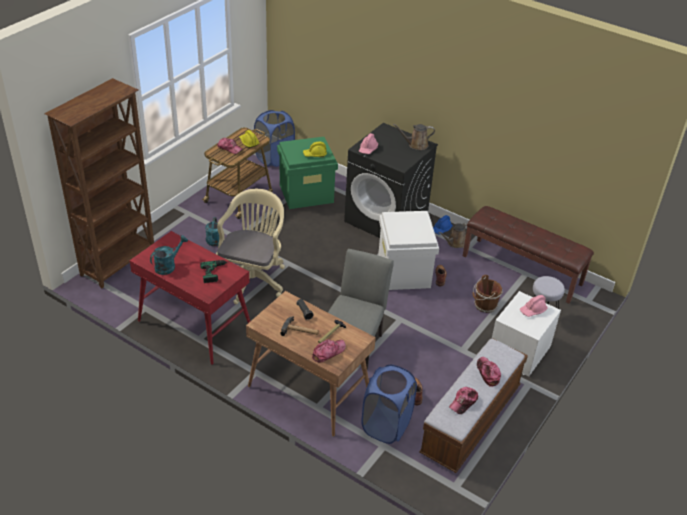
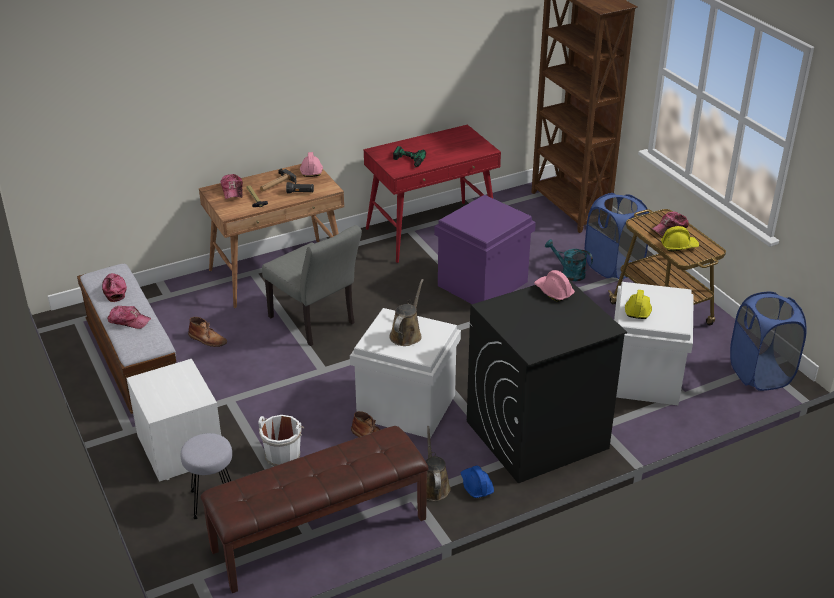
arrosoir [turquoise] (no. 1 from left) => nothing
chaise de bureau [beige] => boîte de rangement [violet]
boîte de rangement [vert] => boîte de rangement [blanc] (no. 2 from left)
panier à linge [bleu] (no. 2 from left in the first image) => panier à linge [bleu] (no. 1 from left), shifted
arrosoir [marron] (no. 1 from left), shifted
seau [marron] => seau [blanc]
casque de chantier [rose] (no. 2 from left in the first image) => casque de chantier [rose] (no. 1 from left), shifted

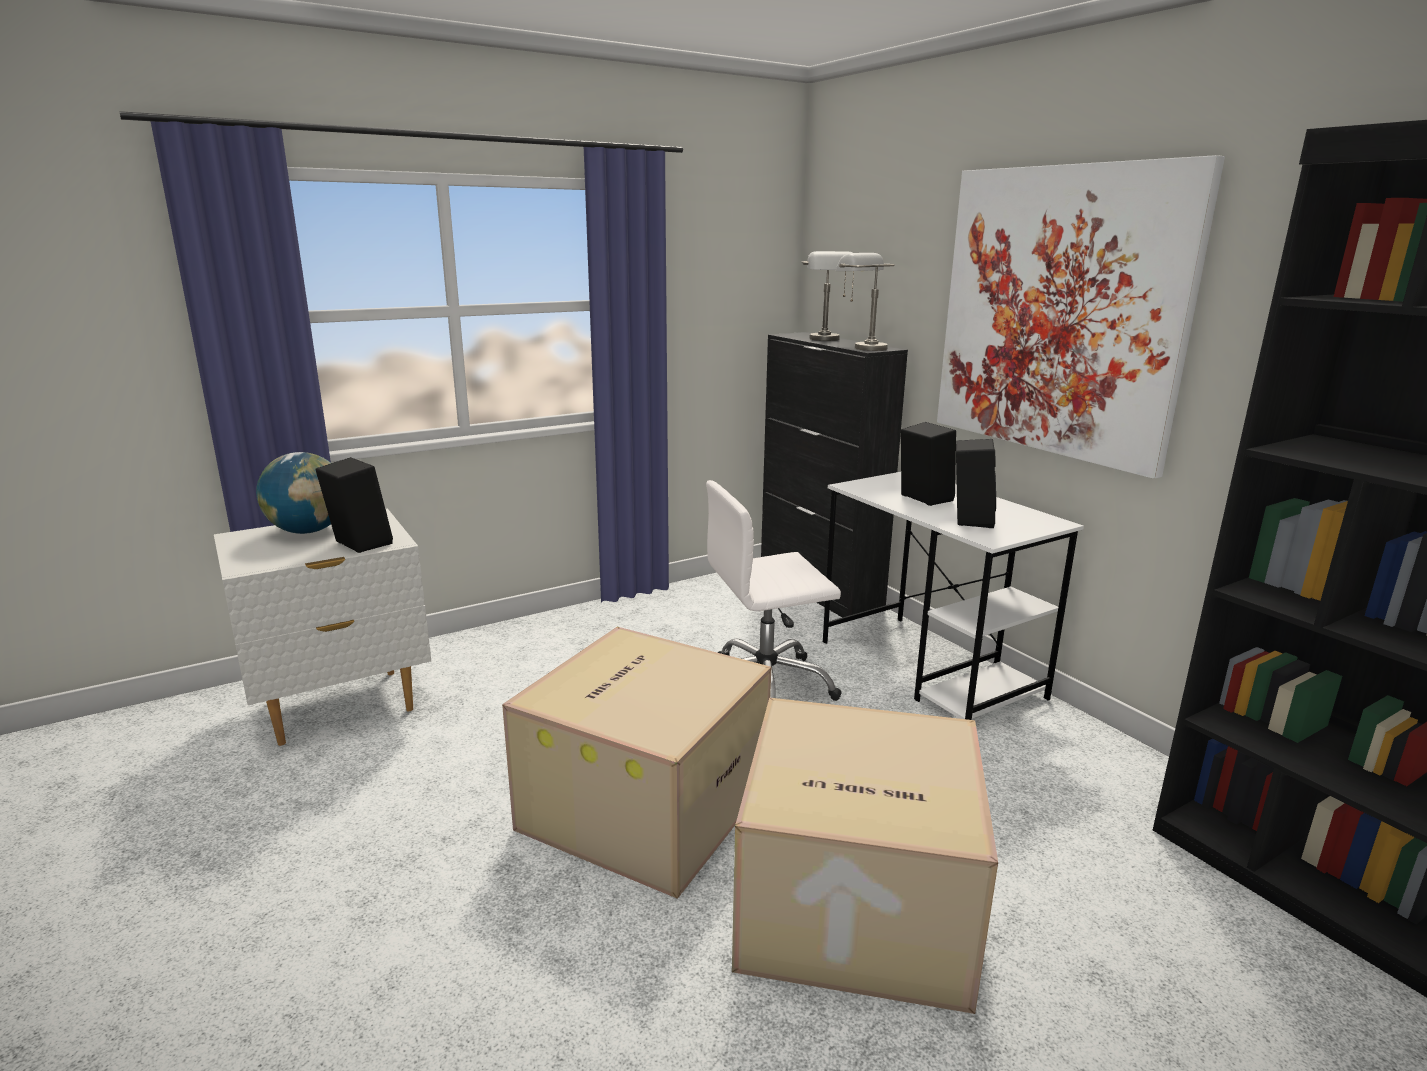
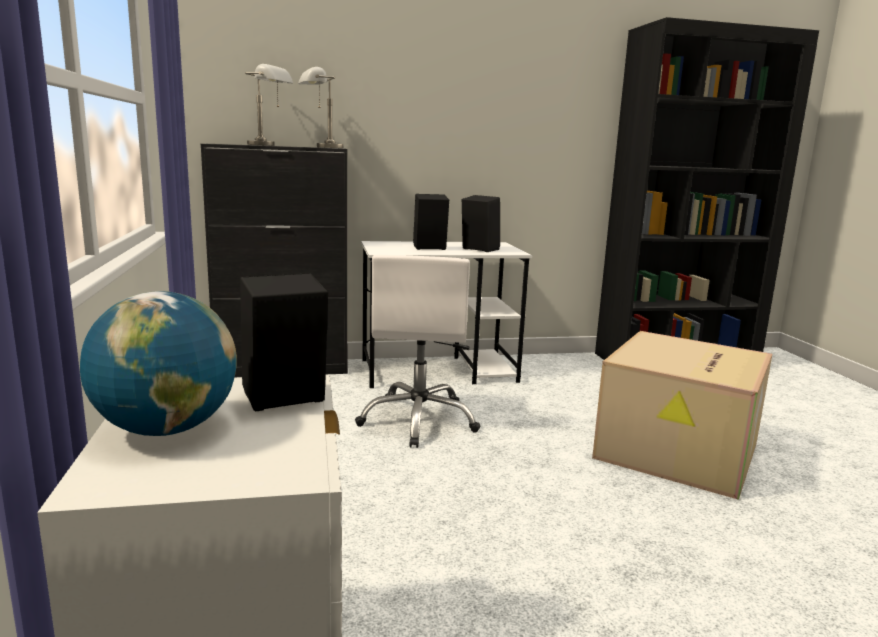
carton (no. 1 from left) => nothing
tableau => nothing

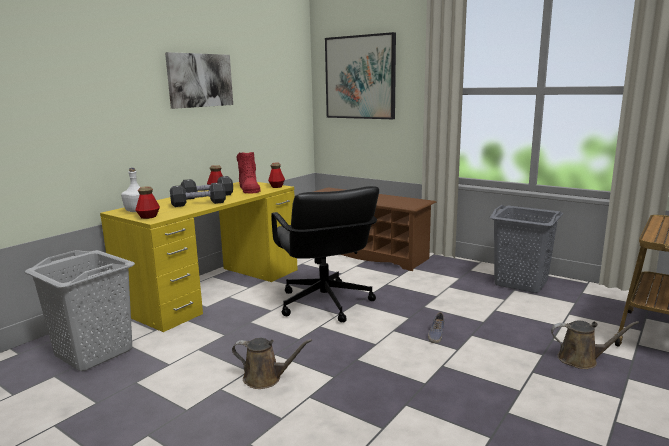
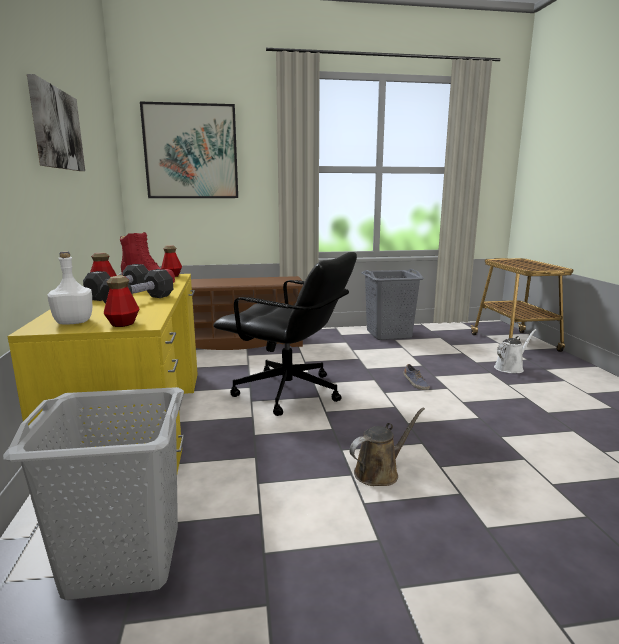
arrosoir [marron] (no. 2 from left) => arrosoir [blanc]

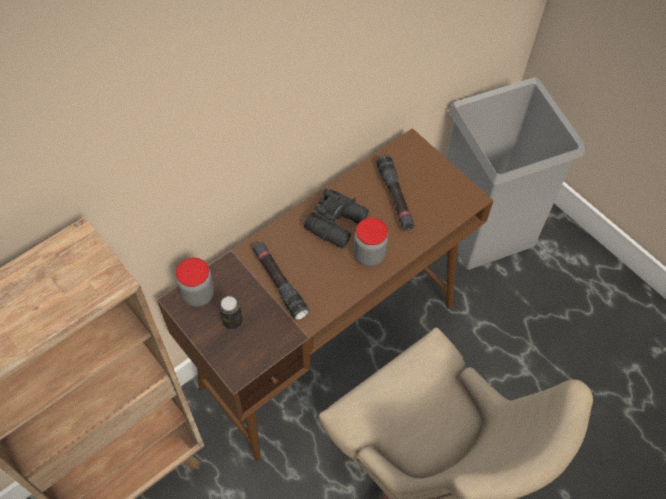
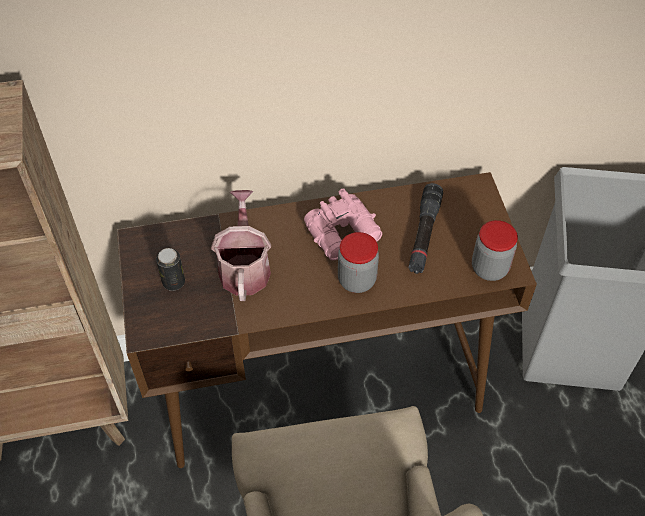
bocal (no. 1 from left in the first image) => bocal (no. 2 from left), shifted
lampe de poche [noir] (no. 1 from left) => arrosoir
jumelles [noir] => jumelles [rose]

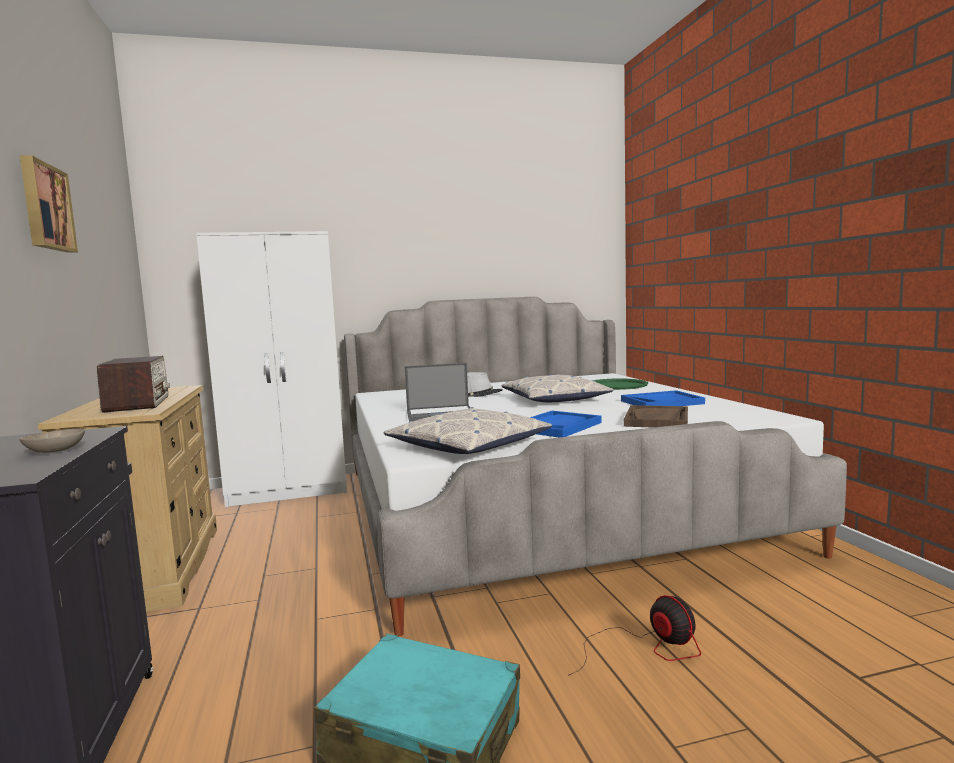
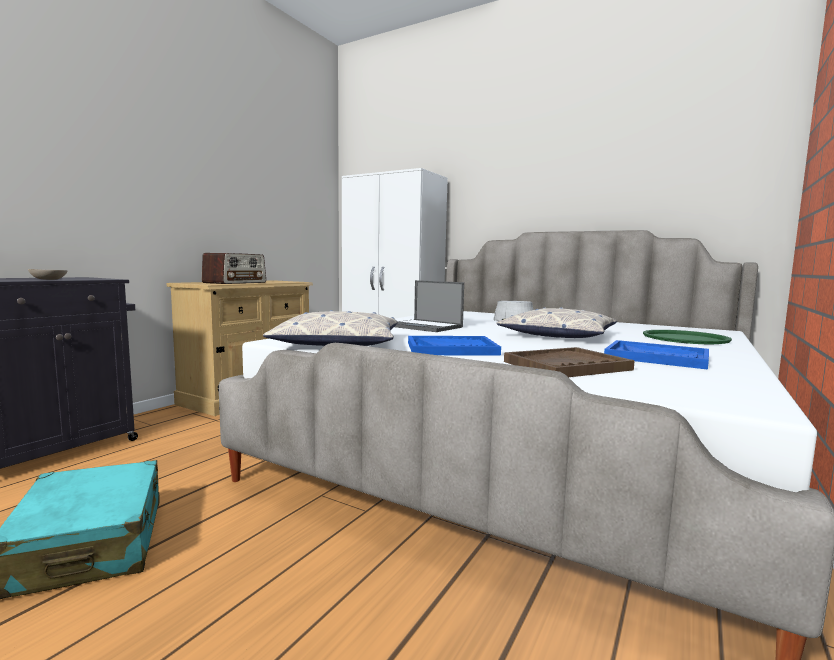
tableau => nothing
ventilateur => nothing

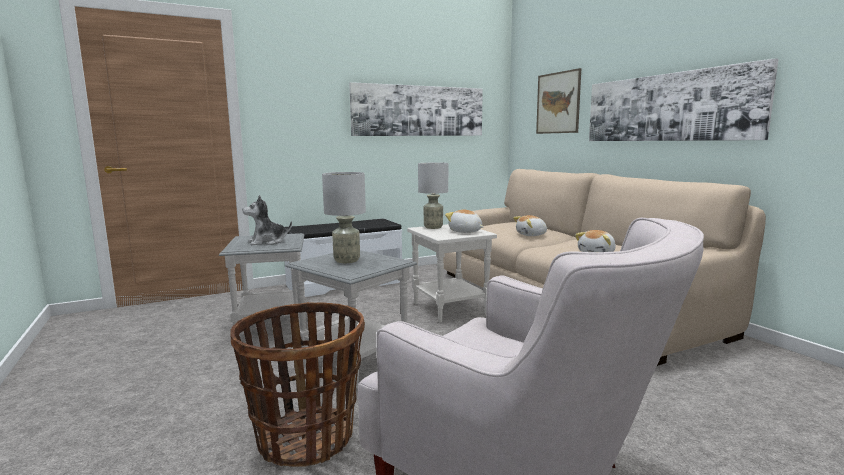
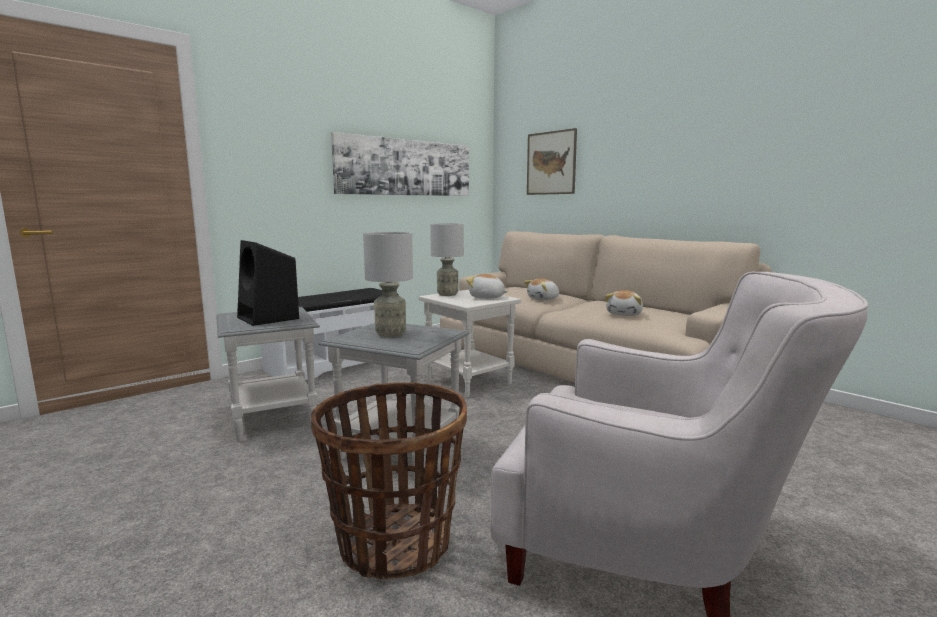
peluche (no. 1 from left) => enceinte [noir]
tableau (no. 3 from left) => nothing

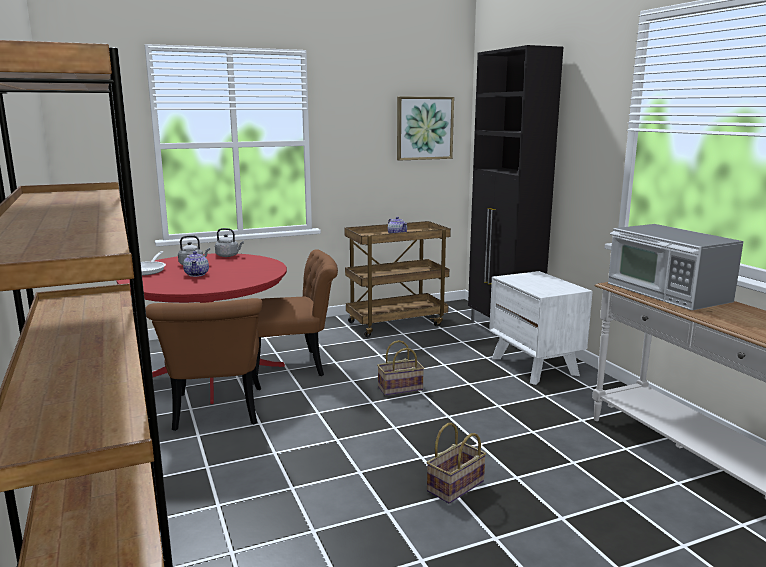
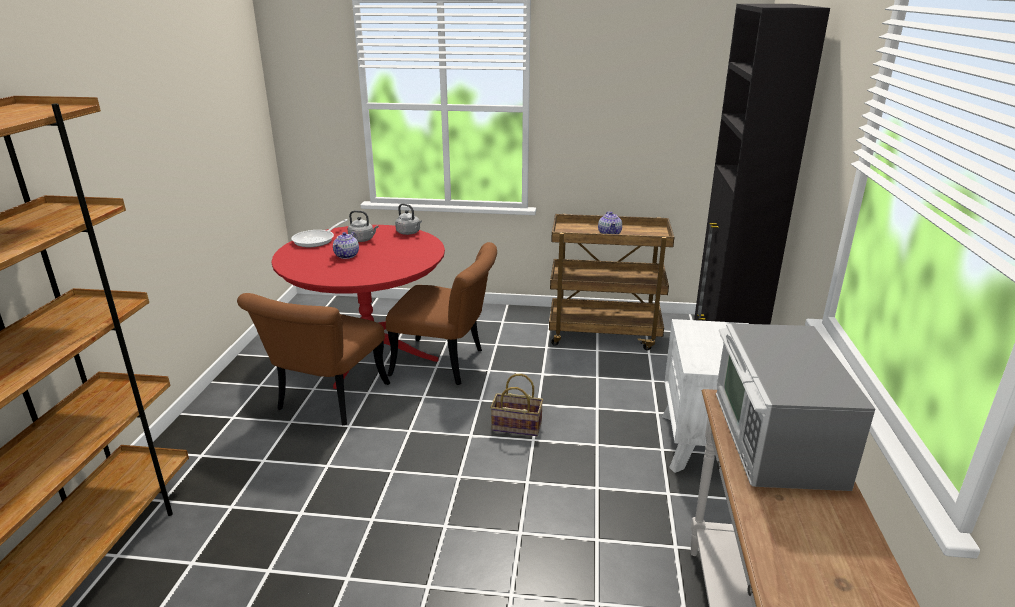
tableau => nothing
panier (no. 2 from left) => nothing

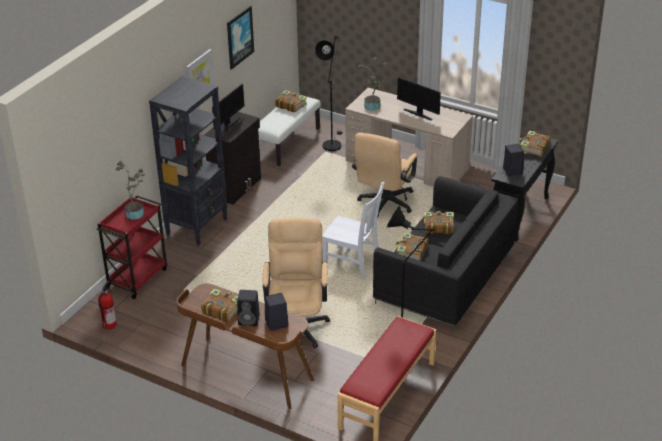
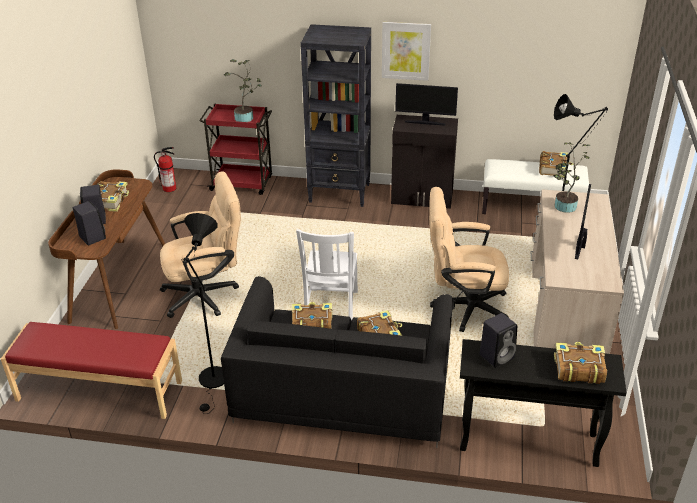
tableau (no. 2 from left) => nothing

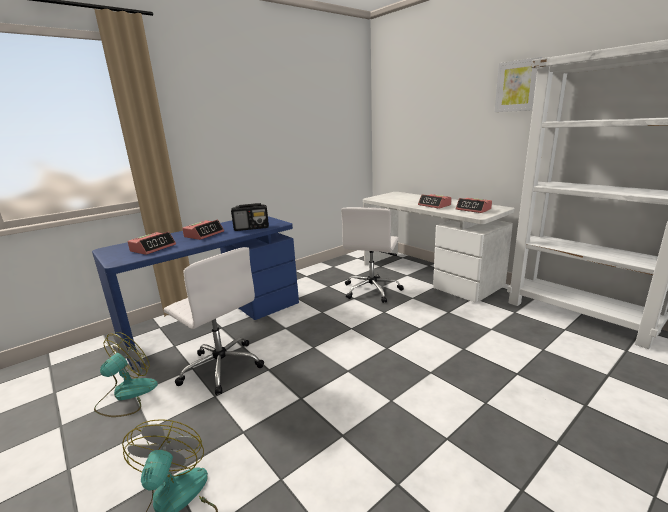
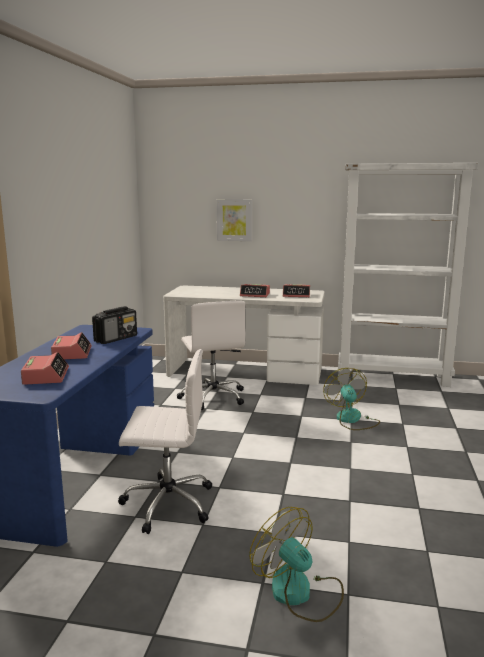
ventilateur (no. 1 from left in the first image) => ventilateur (no. 2 from left), shifted
tableau, shifted

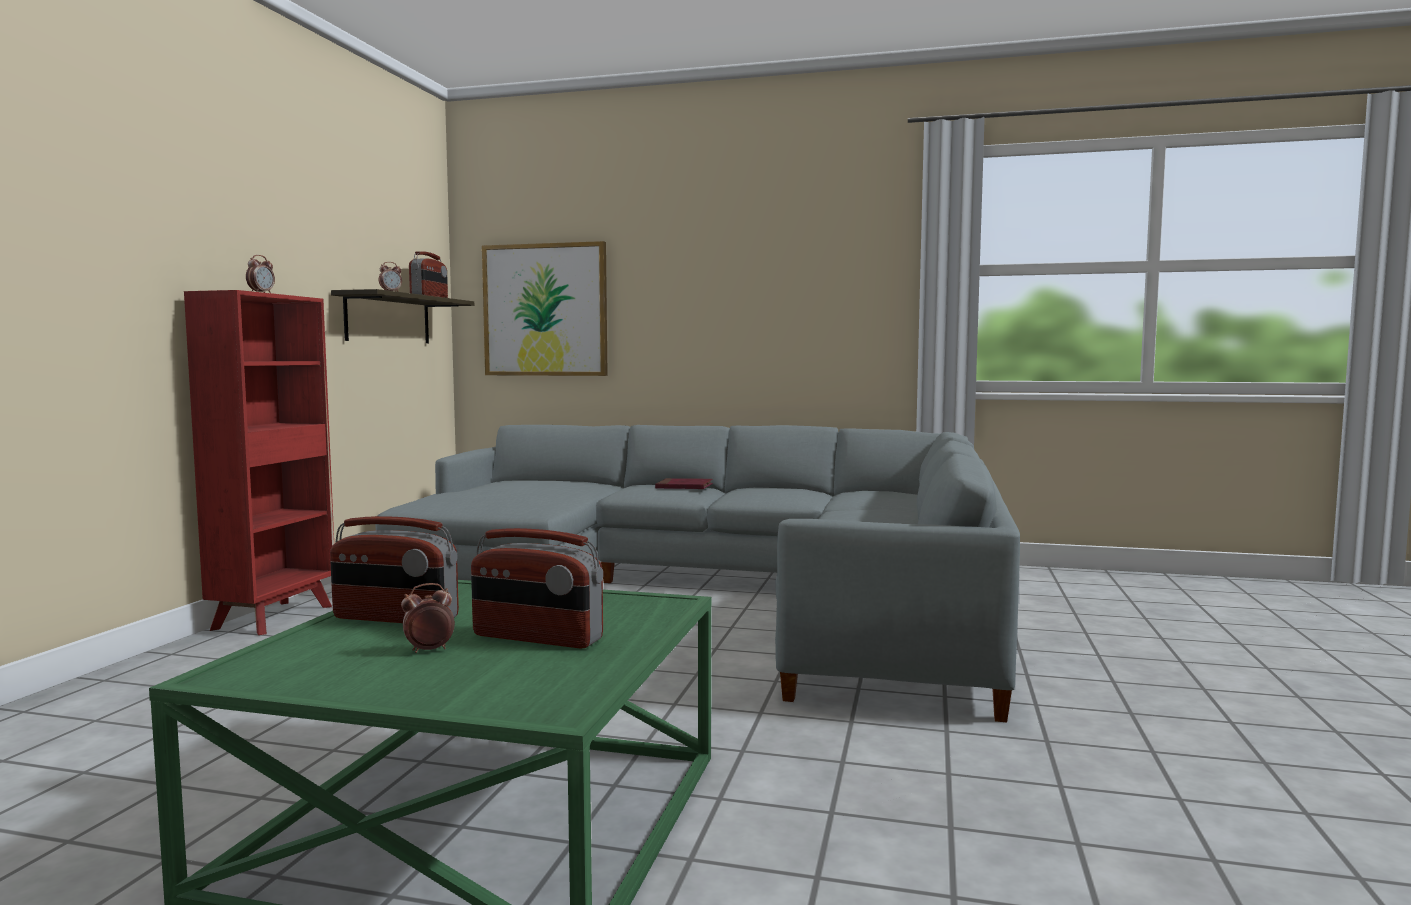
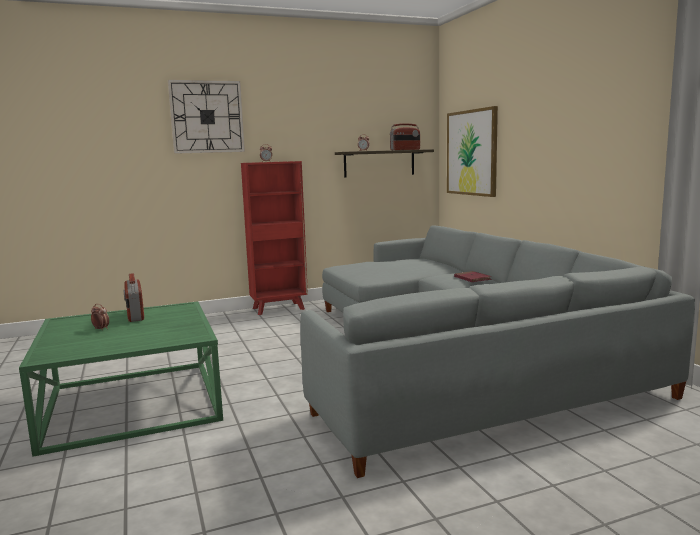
radio (no. 3 from left) => nothing
nothing => horloge murale

